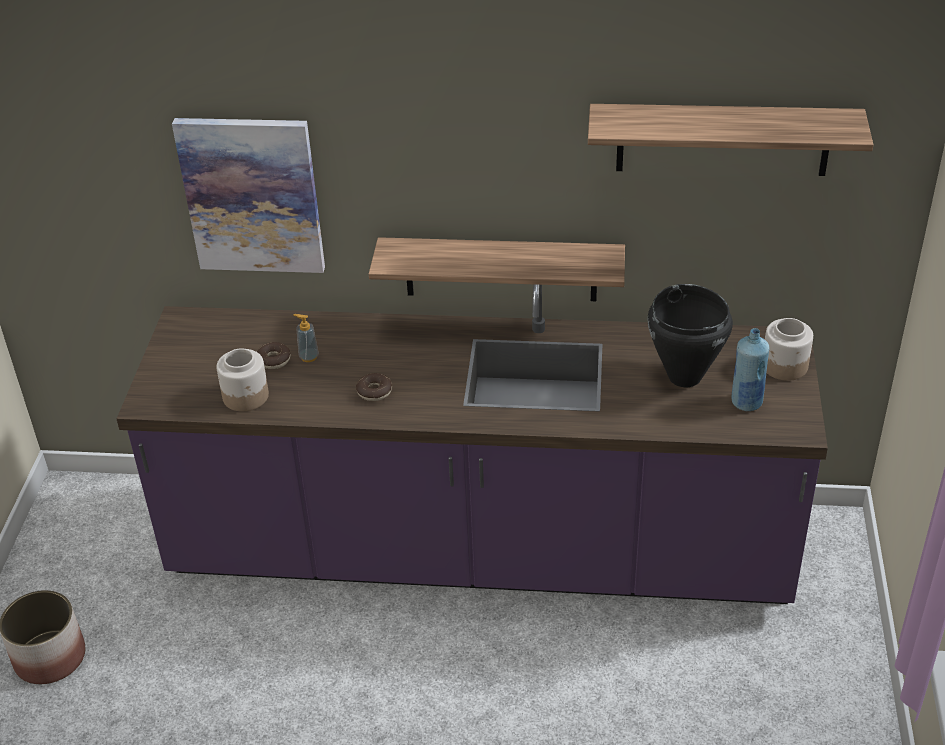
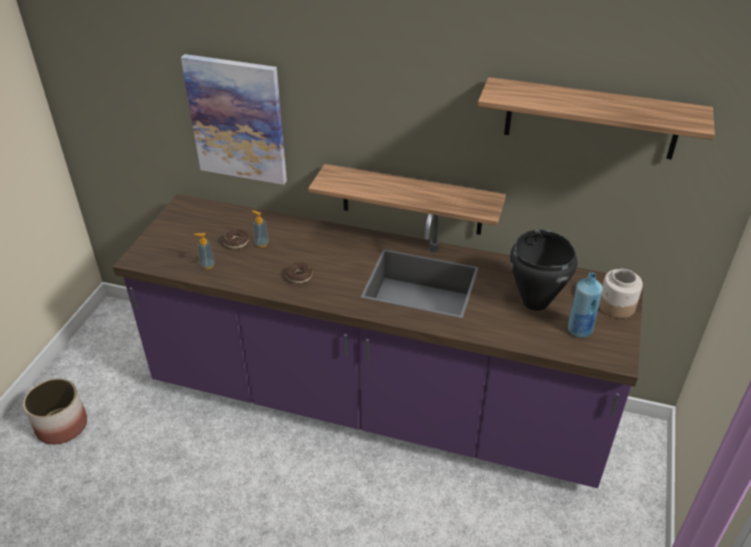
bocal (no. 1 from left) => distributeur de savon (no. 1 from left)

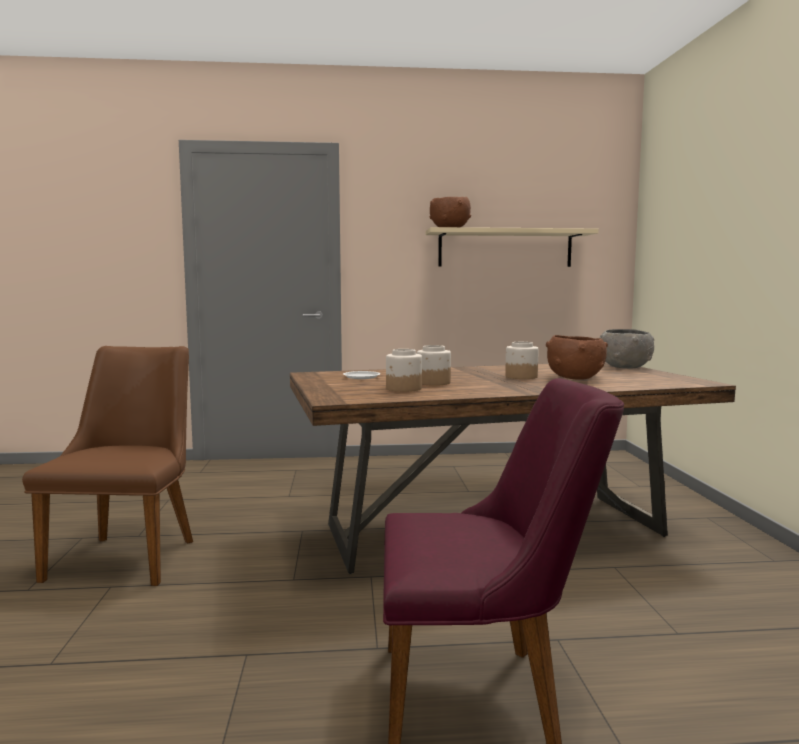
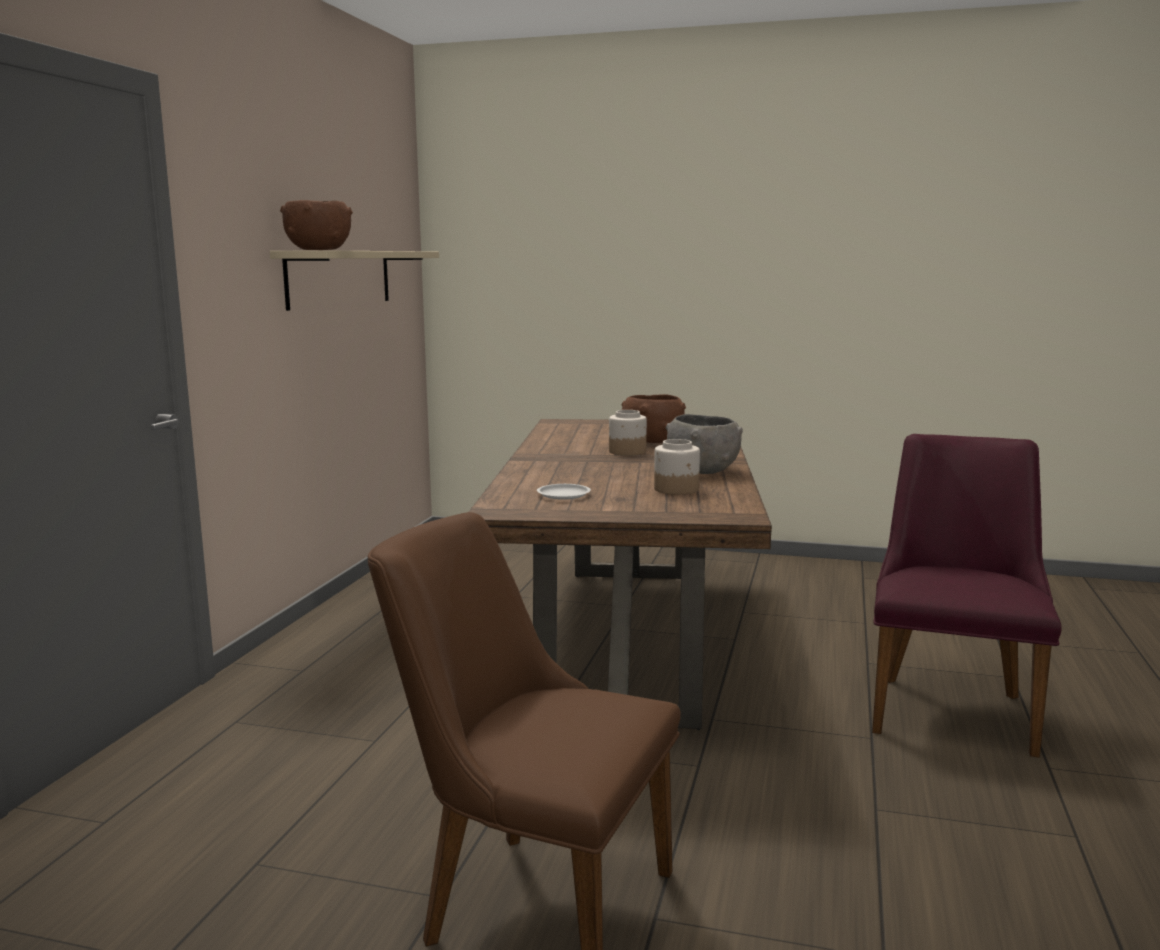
bocal (no. 2 from left) => nothing
bol [gris], shifted

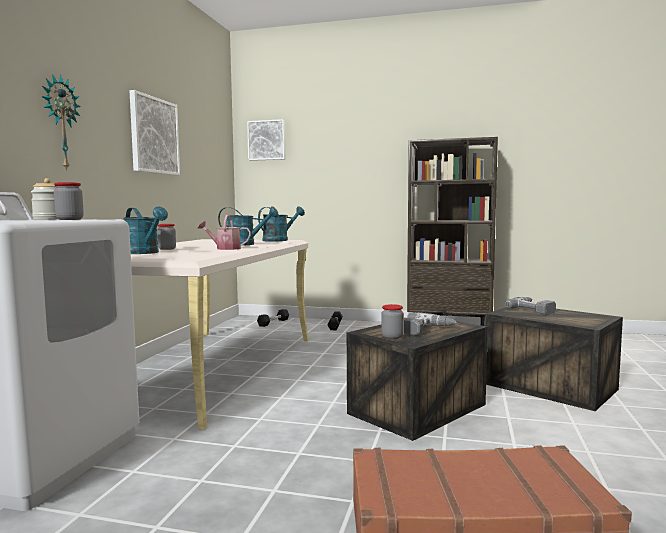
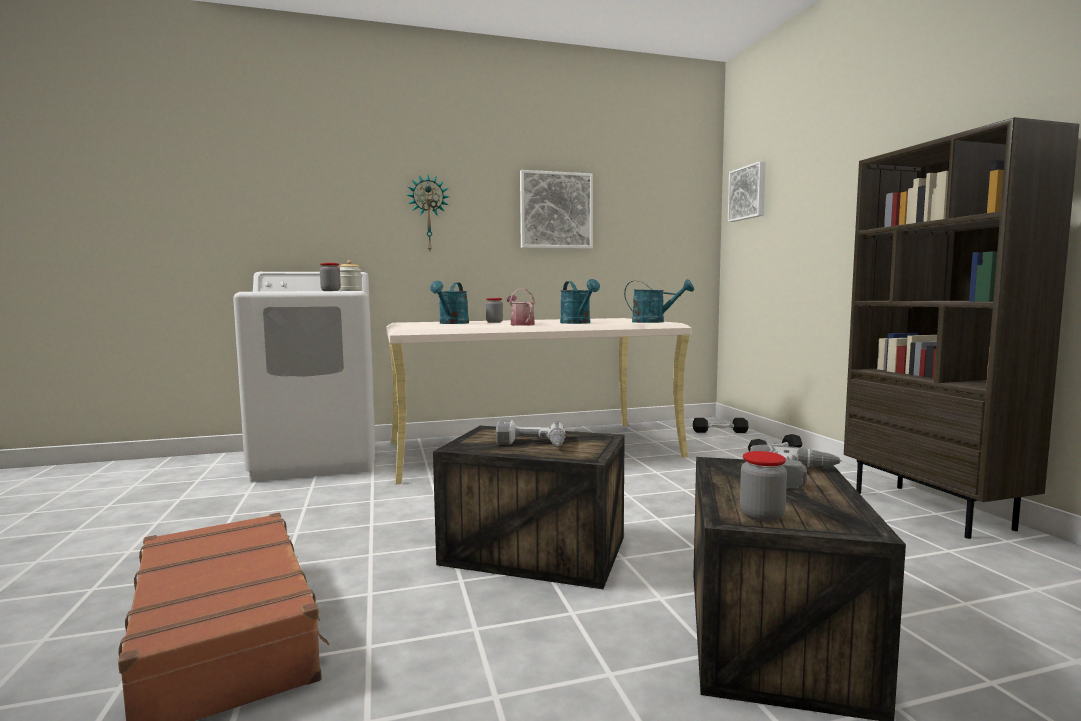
bocal (no. 4 from left), shifted

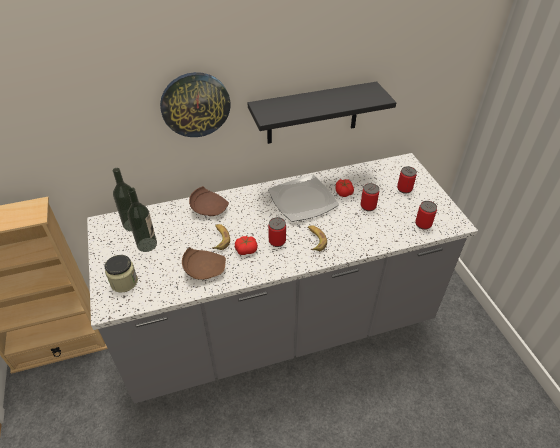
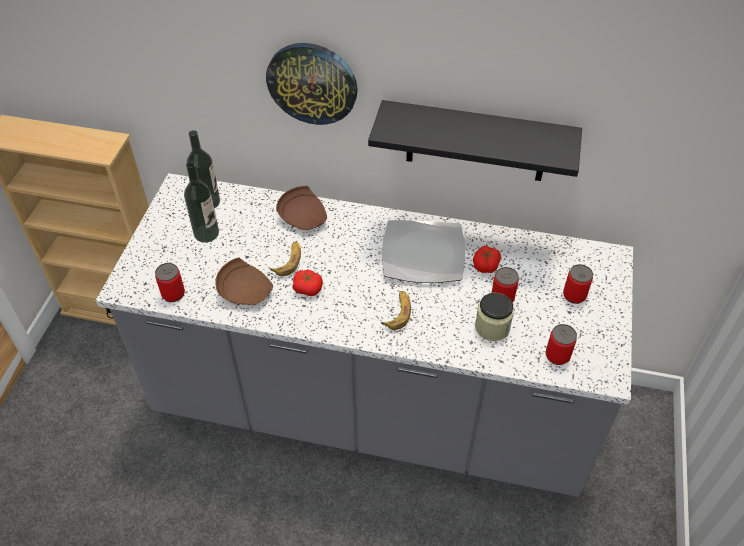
bocal, shifted
boîte métallique (no. 1 from left), shifted

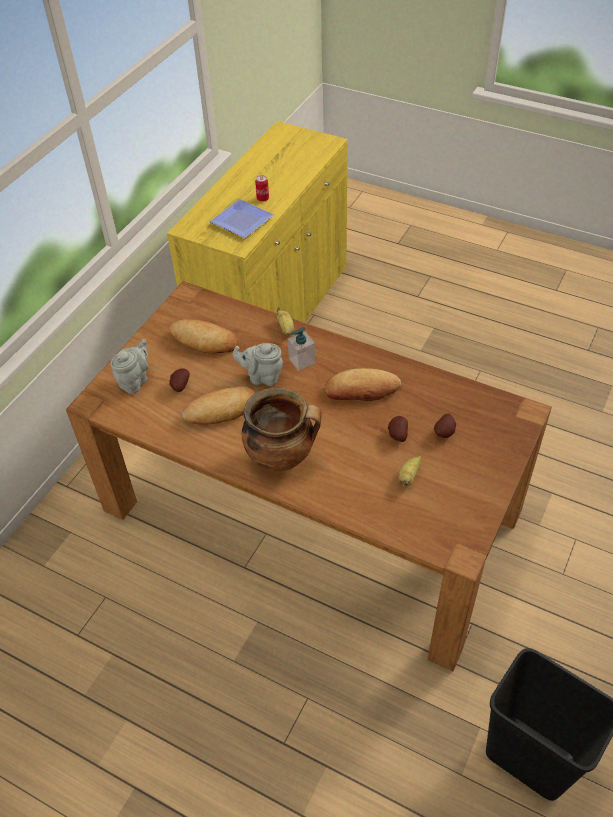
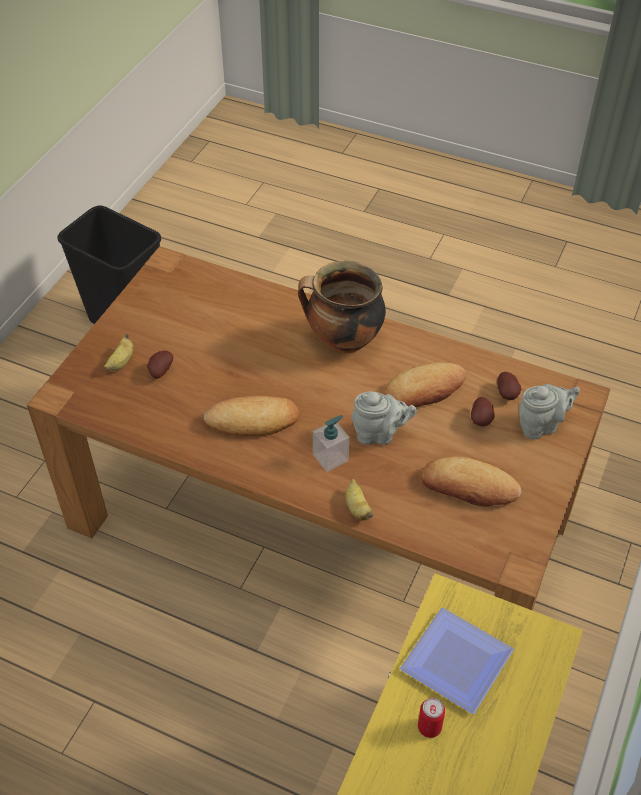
théière [gris] (no. 1 from left in the first image) => théière [gris] (no. 2 from left), 135 degrees counterclockwise
pomme de terre (no. 2 from left in the first image) => pomme de terre (no. 3 from left), shifted
banane (no. 2 from left in the first image) => banane (no. 1 from left), shifted

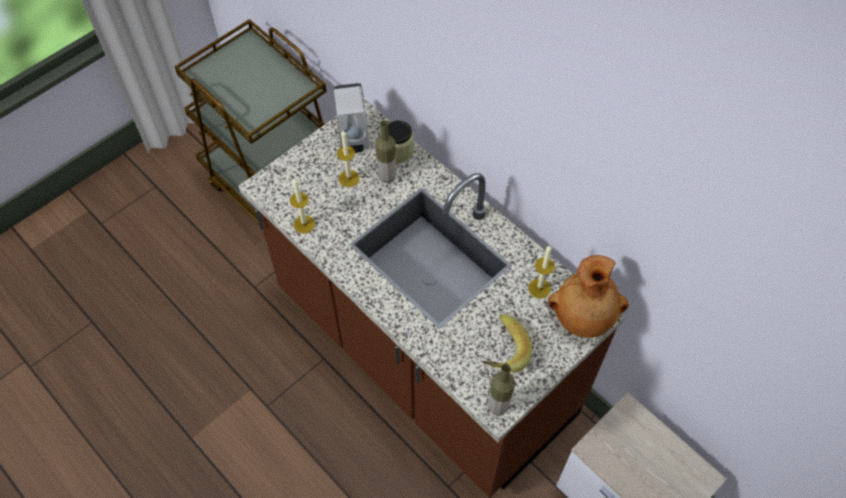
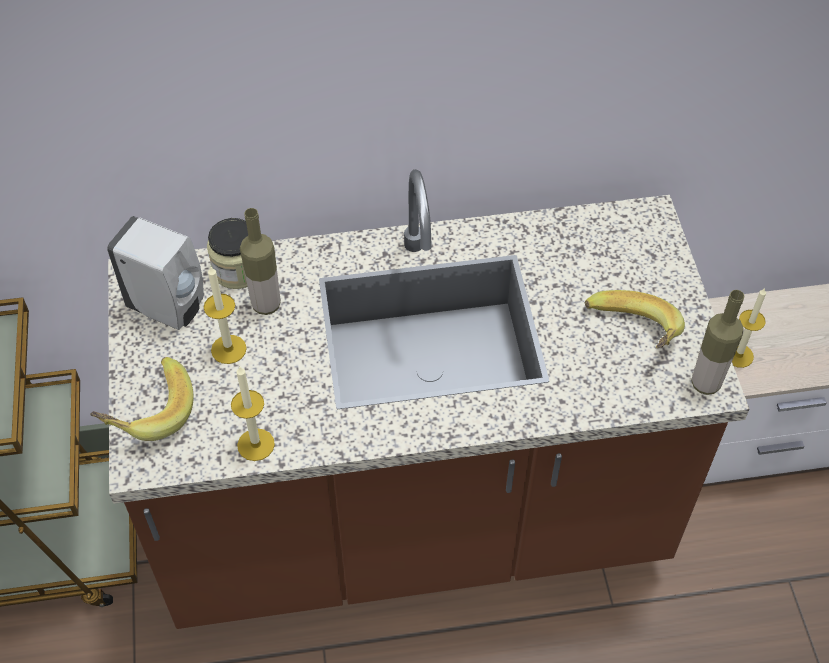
bougie (no. 3 from left), shifted
vase [marron] => nothing
nothing => banane (no. 1 from left)

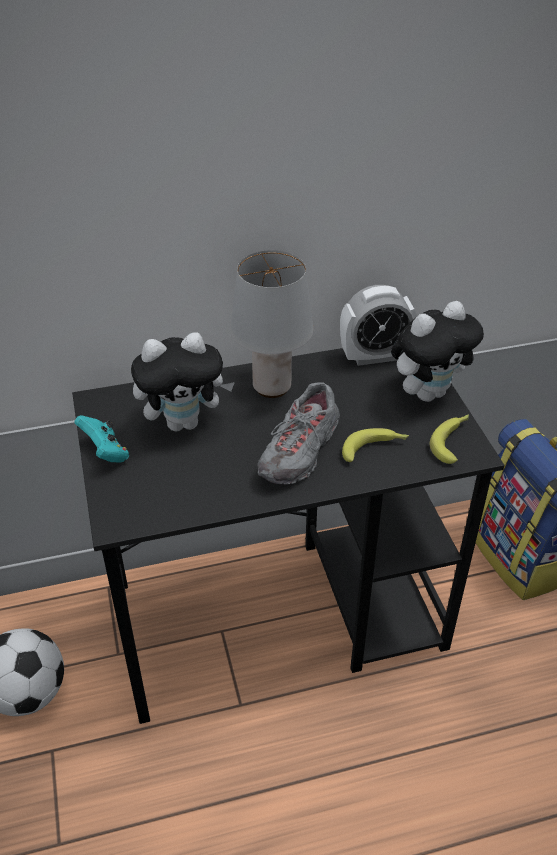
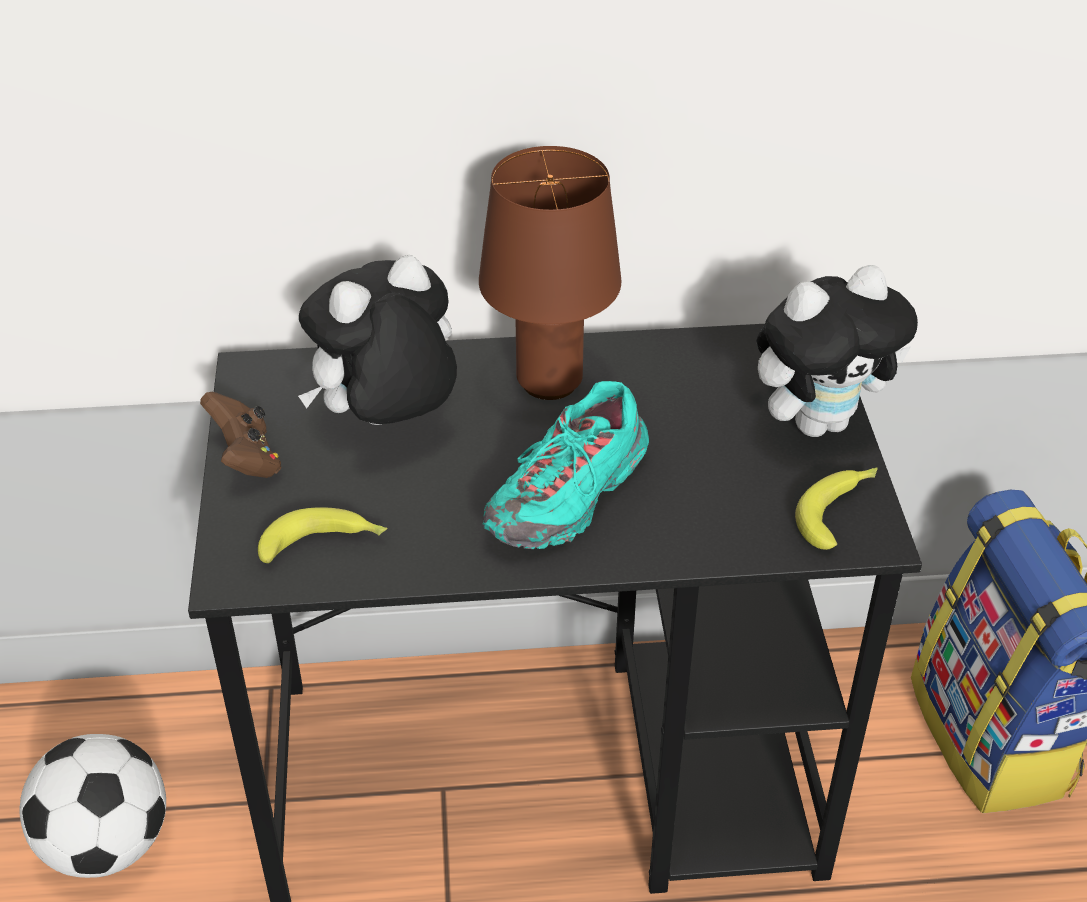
manette [turquoise] => manette [marron]
peluche (no. 1 from left), 150 degrees clockwise
lampe de table [gris] => lampe de table [marron]
chaussure [gris] => chaussure [turquoise]
réveil => nothing
banane (no. 1 from left), shifted

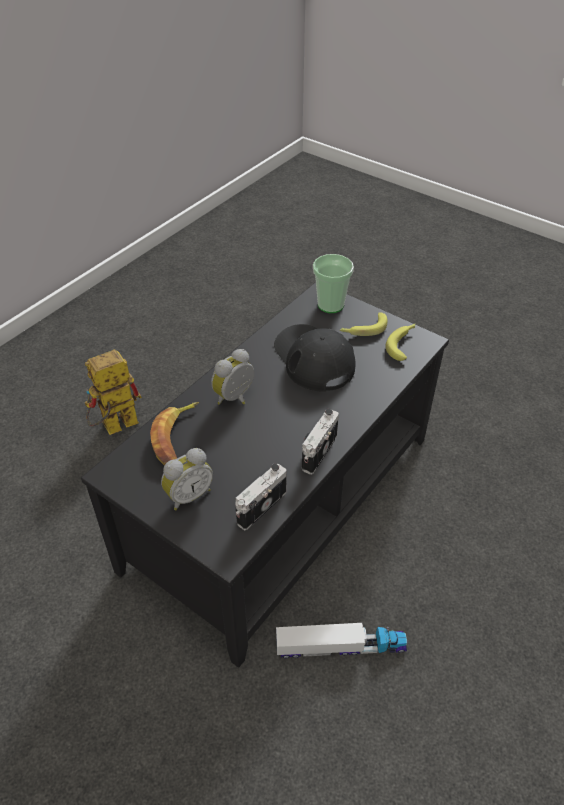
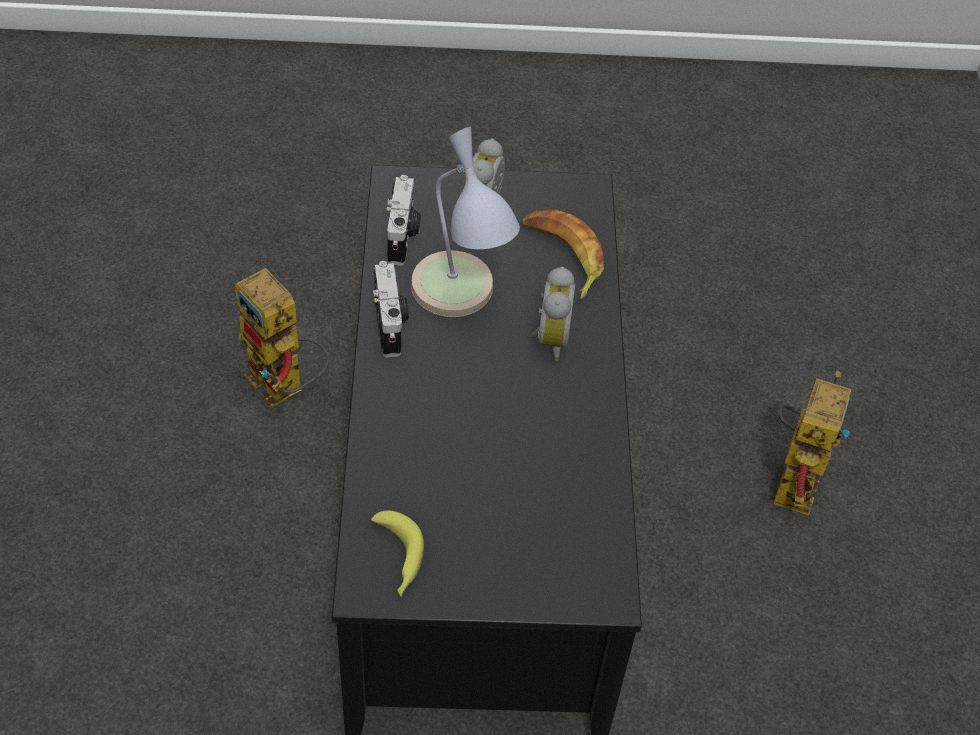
casquette [noir] => nothing
camion jouet => robot jouet (no. 1 from left)
tasse => nothing
banane (no. 2 from left) => nothing
nothing => lampe de table

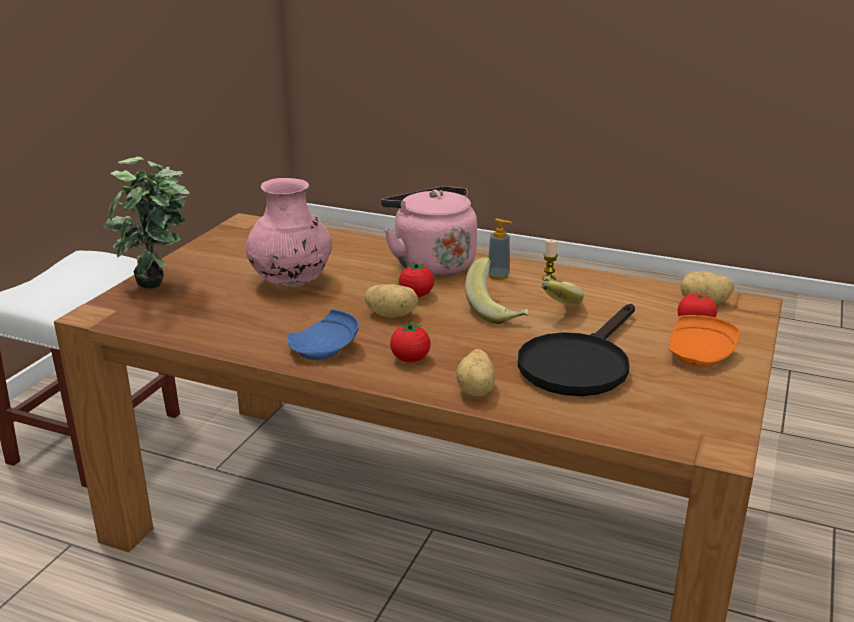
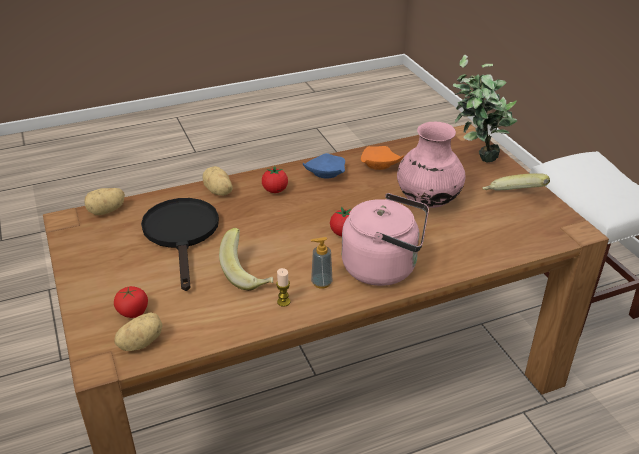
pomme de terre (no. 1 from left), shifted
banane (no. 1 from left in the first image) => banane (no. 2 from left), shifted
assiette [orange], shifted

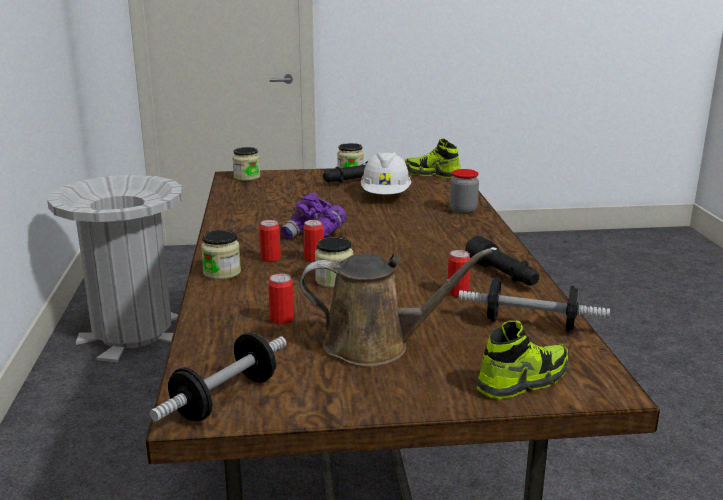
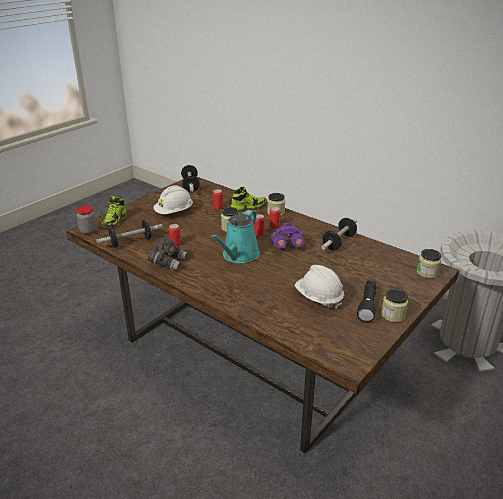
arrosoir [marron] => casque de chantier [blanc] (no. 1 from left)
chaussure (no. 1 from left in the first image) => chaussure (no. 2 from left), shifted
bocal (no. 5 from left in the first image) => bocal (no. 1 from left), shifted
lampe de poche [noir] (no. 2 from left) => jumelles [gris]
nothing => arrosoir [turquoise]
nothing => haltère (no. 3 from left)

